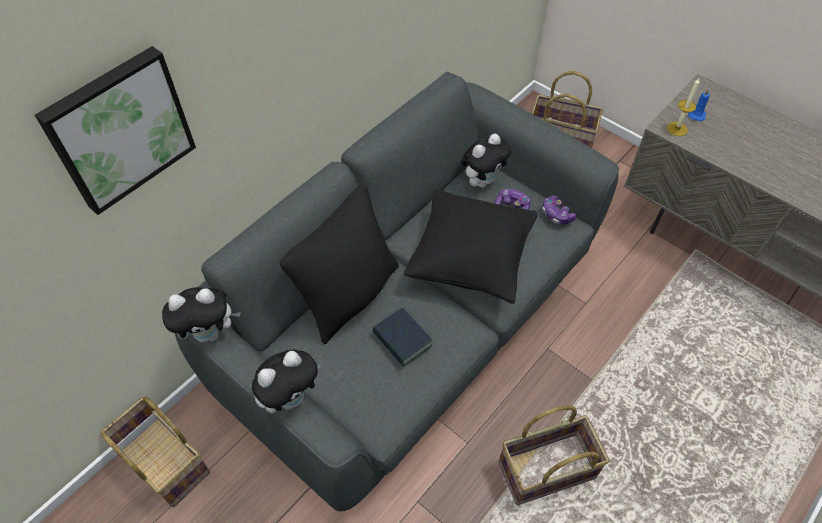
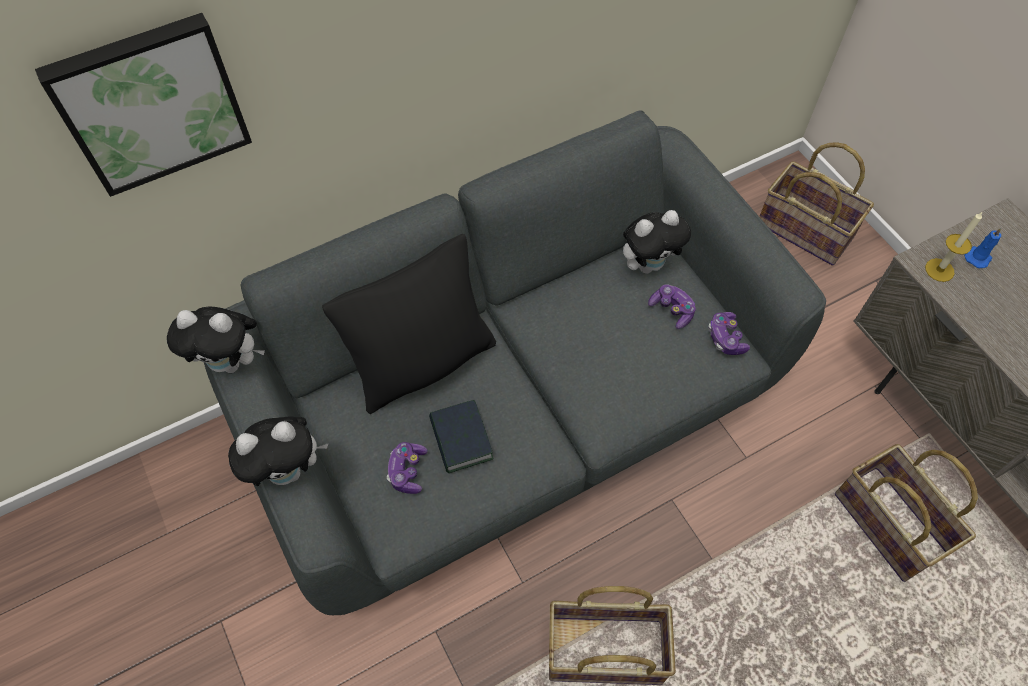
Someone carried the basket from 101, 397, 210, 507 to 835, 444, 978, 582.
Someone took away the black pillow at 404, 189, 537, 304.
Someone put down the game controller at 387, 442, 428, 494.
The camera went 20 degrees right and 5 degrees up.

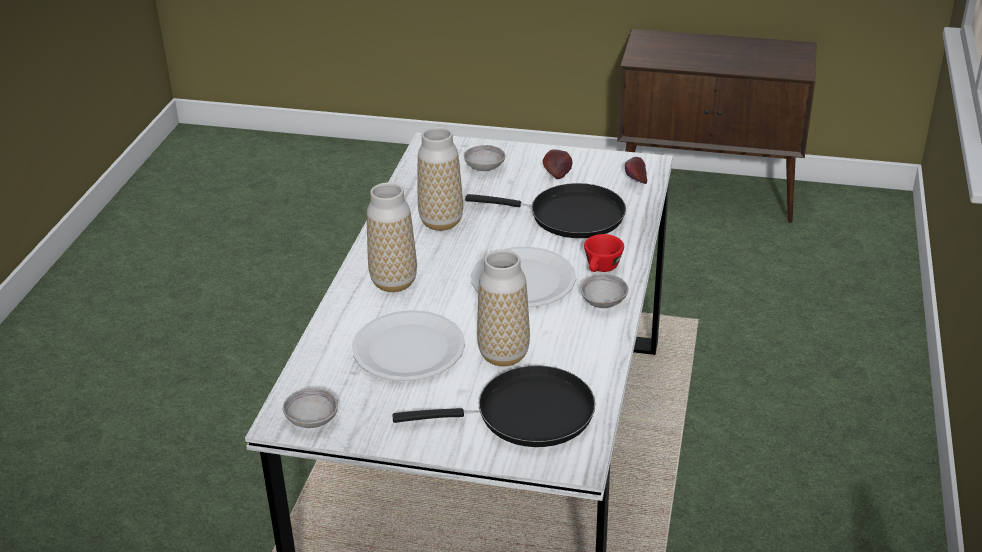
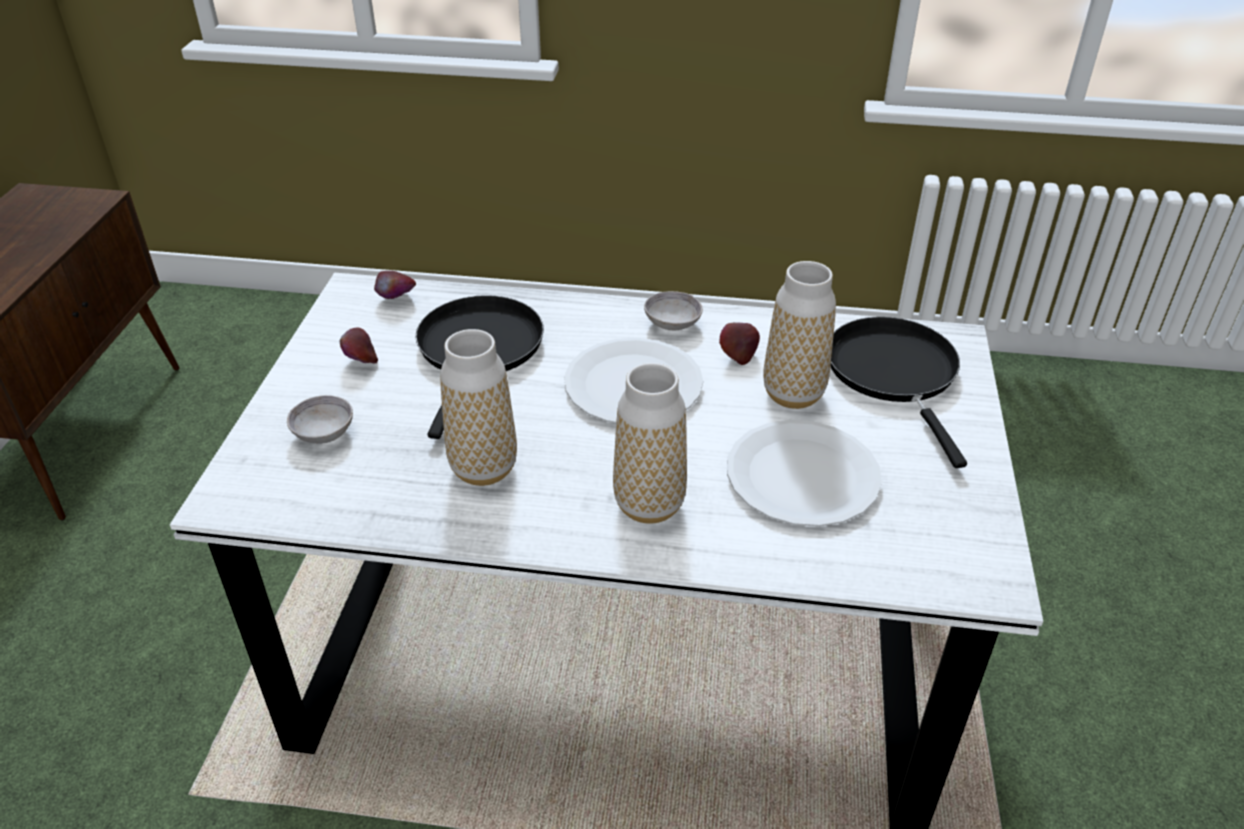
Someone took away the grey bowl at 283, 388, 338, 428.
Someone took away the red cup at 584, 234, 624, 272.
Someone put down the apple at 719, 322, 760, 365.
The camera went 95 degrees left and 5 degrees up.

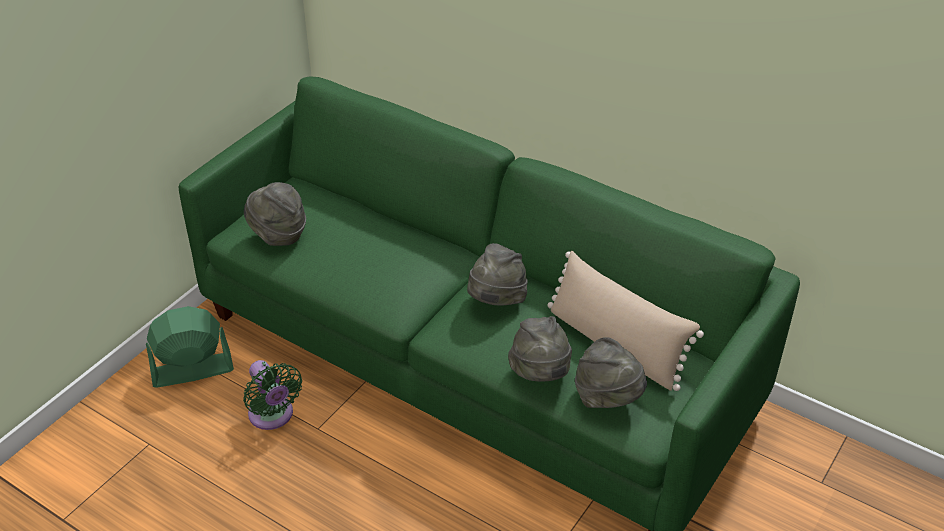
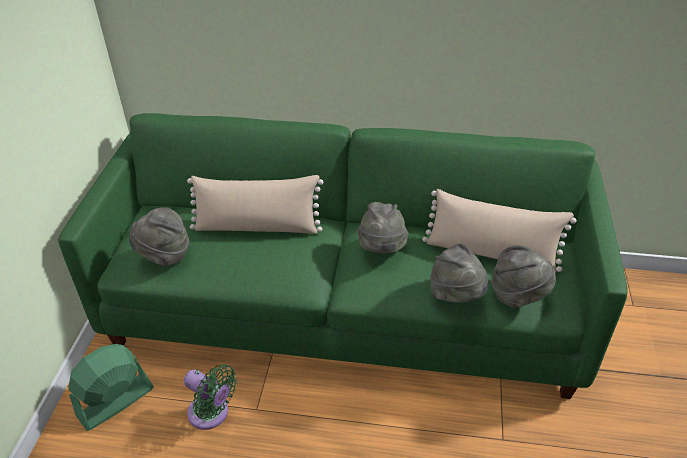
Someone put down the beige pillow at 187, 175, 324, 234.
The camera went 25 degrees left and 0 degrees up.

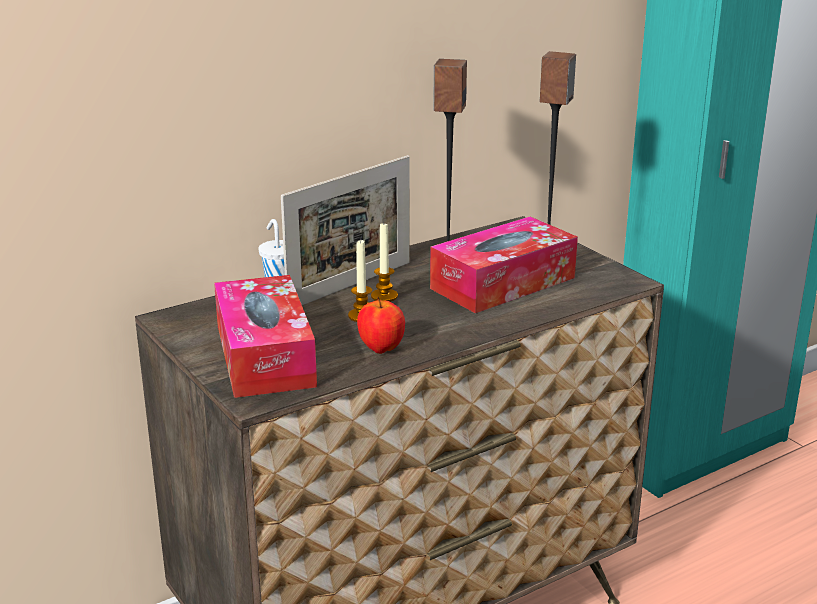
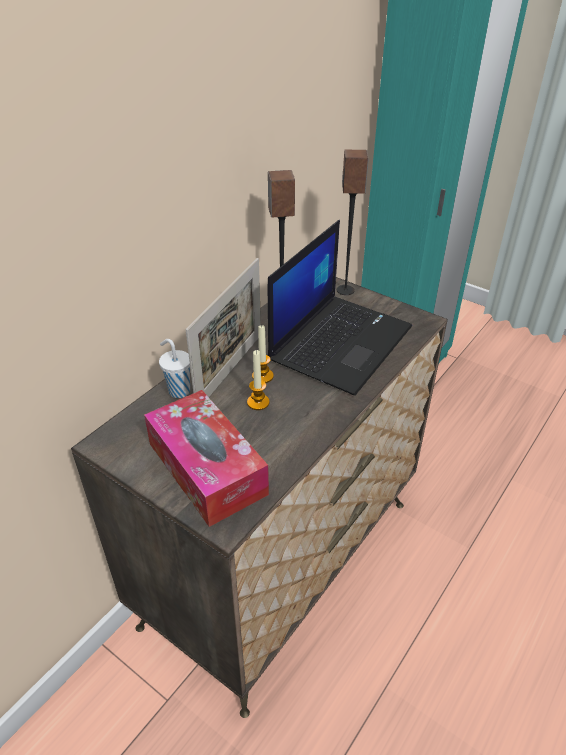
Someone took away the apple at 357, 297, 405, 354.
Someone swapped the tissue box at 430, 217, 578, 313 for the laptop at 268, 220, 412, 396.
The camera went 20 degrees left and 15 degrees up.

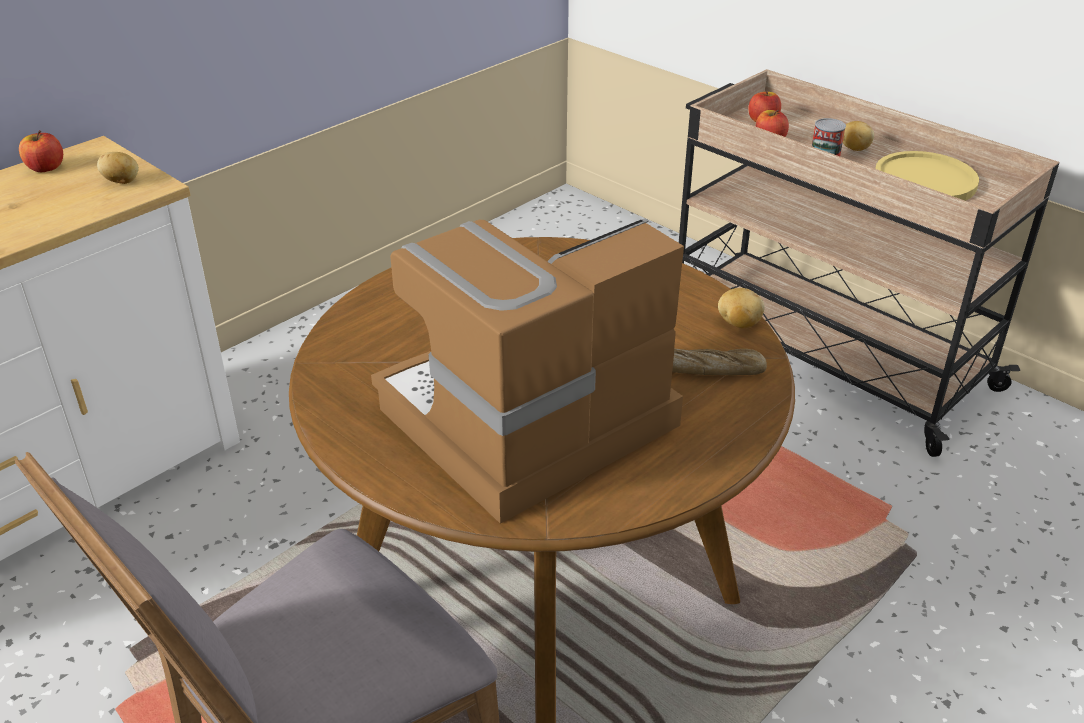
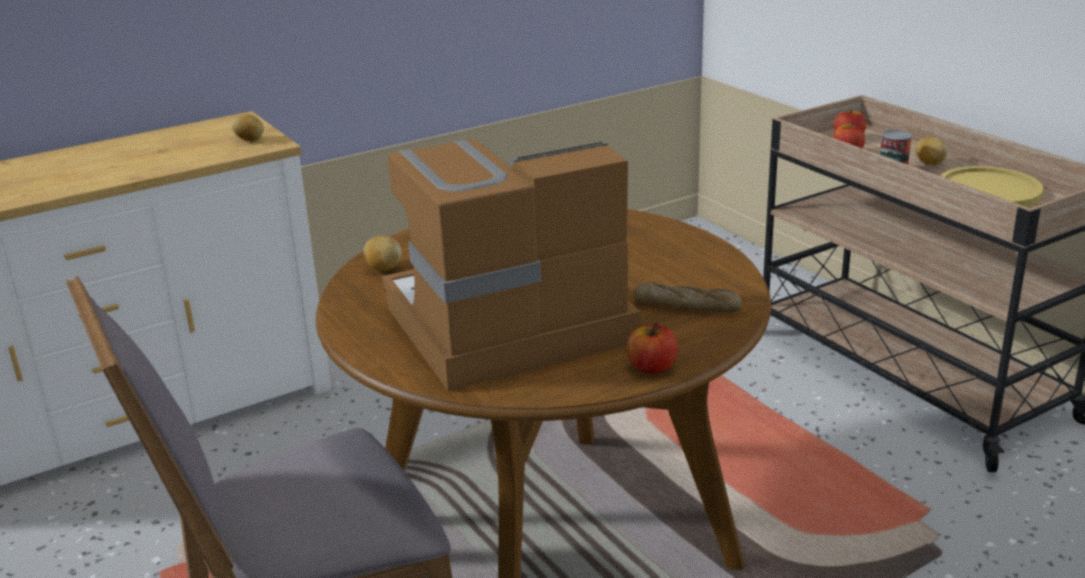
Someone carried the apple from 19, 130, 63, 172 to 627, 323, 678, 374.
Someone carried the potato from 718, 288, 765, 328 to 363, 236, 402, 271.
The camera went 15 degrees right and 10 degrees down.

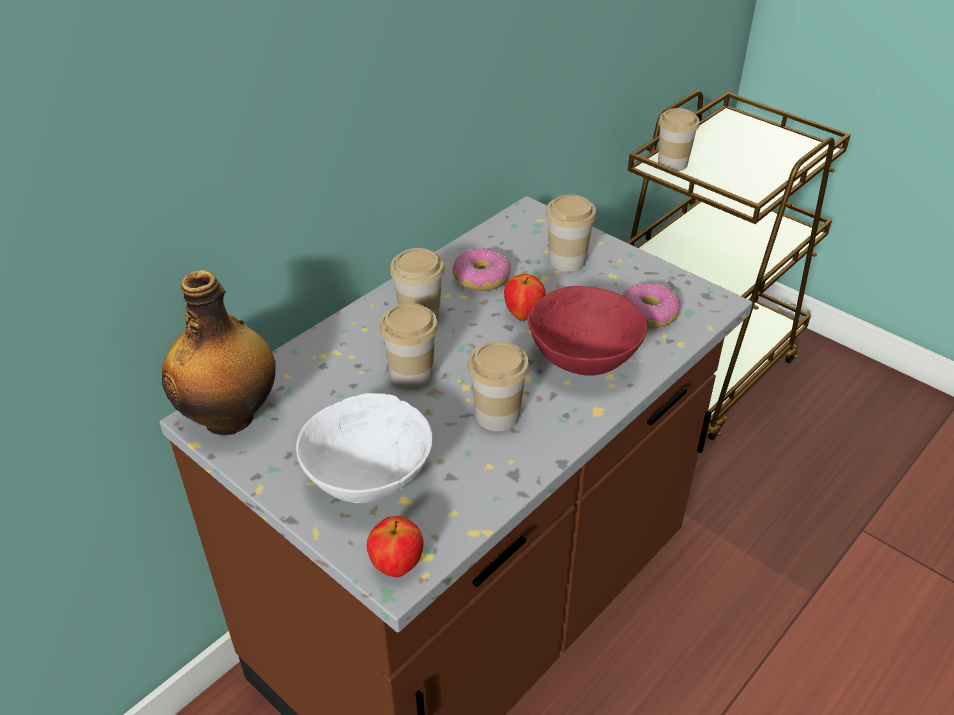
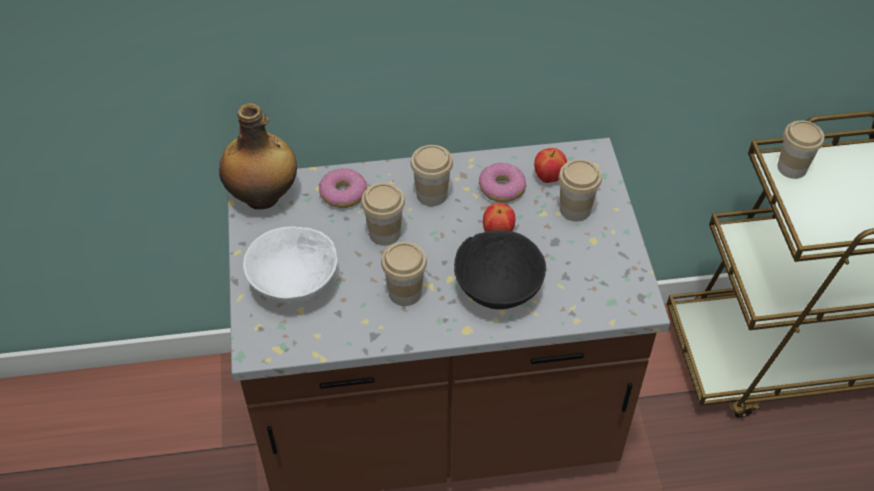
Someone carried the apple from 367, 516, 424, 577 to 534, 148, 567, 183.
Someone repainted the red bowl at 527, 286, 647, 376, which became the black bowl at 454, 230, 546, 309.
Someone carried the donut from 622, 282, 680, 328 to 319, 168, 367, 208.
The camera went 40 degrees right and 10 degrees up.

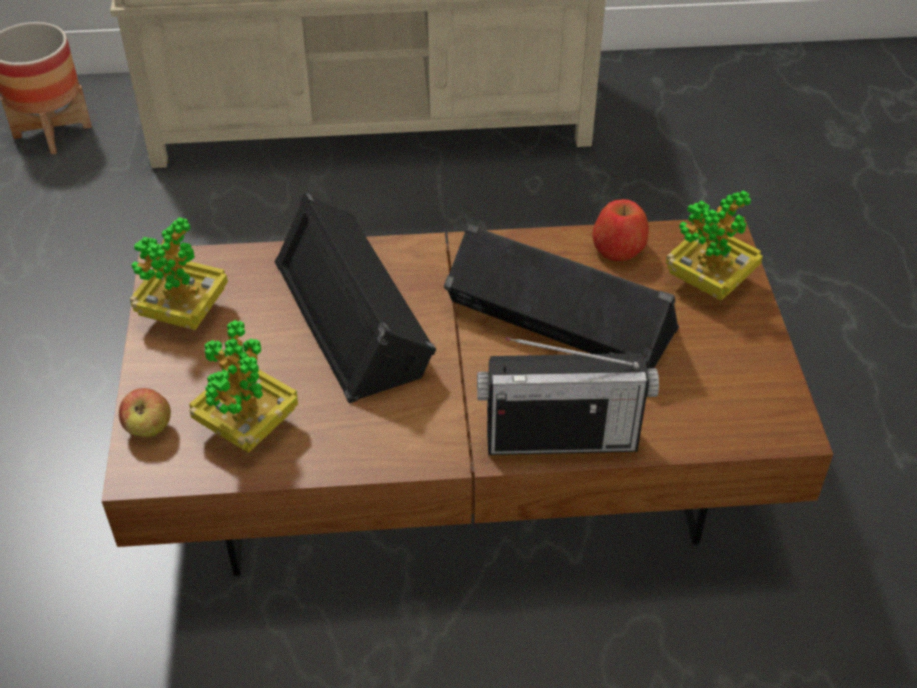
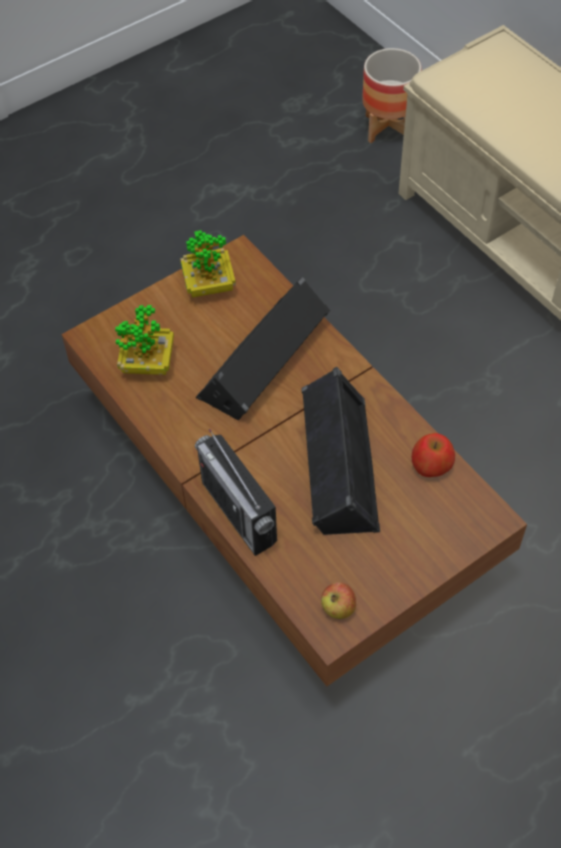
Someone carried the apple from 119, 388, 171, 437 to 321, 582, 356, 619.
Someone took away the potted plant at 666, 190, 763, 301.
The camera went 60 degrees right and 10 degrees up.

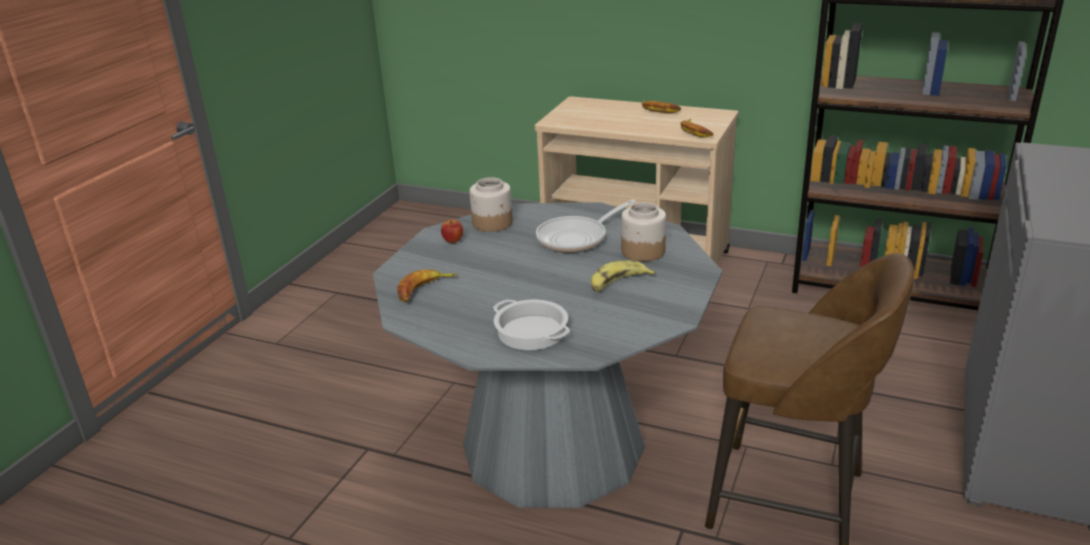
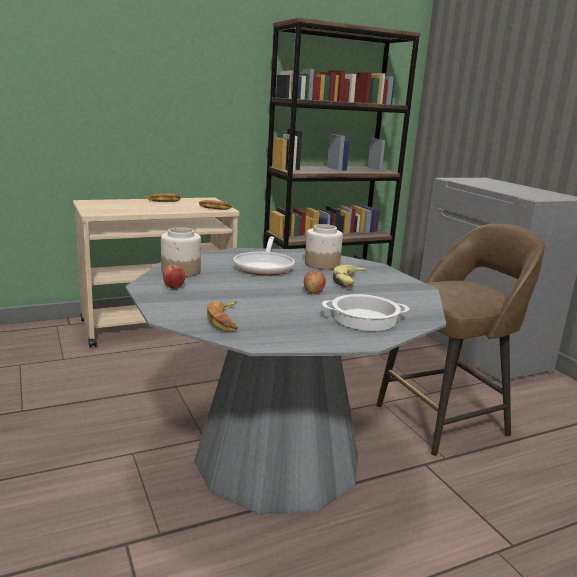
Someone put down the apple at 304, 271, 326, 294.
The camera went 50 degrees left and 10 degrees down.

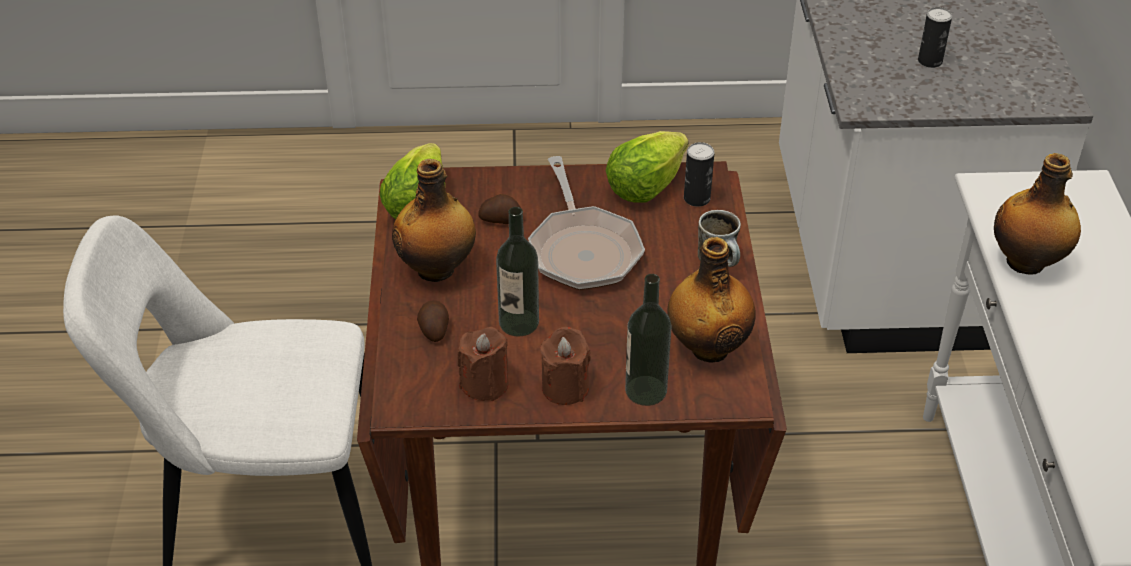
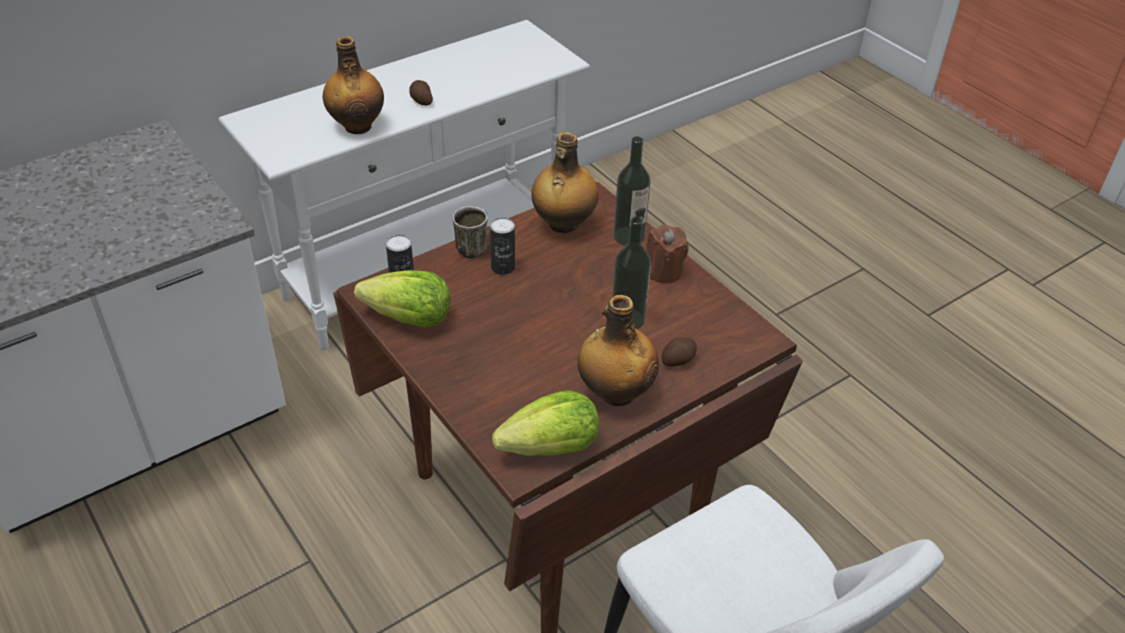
Someone took away the brown candle at 457, 327, 509, 401.
Someone carried the potato from 478, 194, 521, 224 to 409, 80, 433, 106.
Someone took away the frying pan at 528, 156, 645, 290.
Someone carried the can from 918, 7, 952, 68 to 490, 217, 515, 275.
The camera went 125 degrees left and 0 degrees up.

